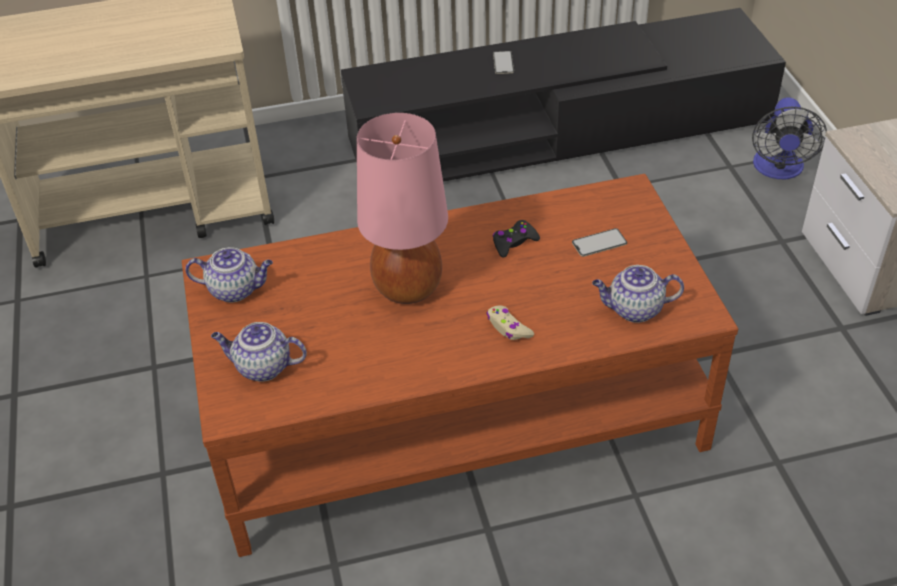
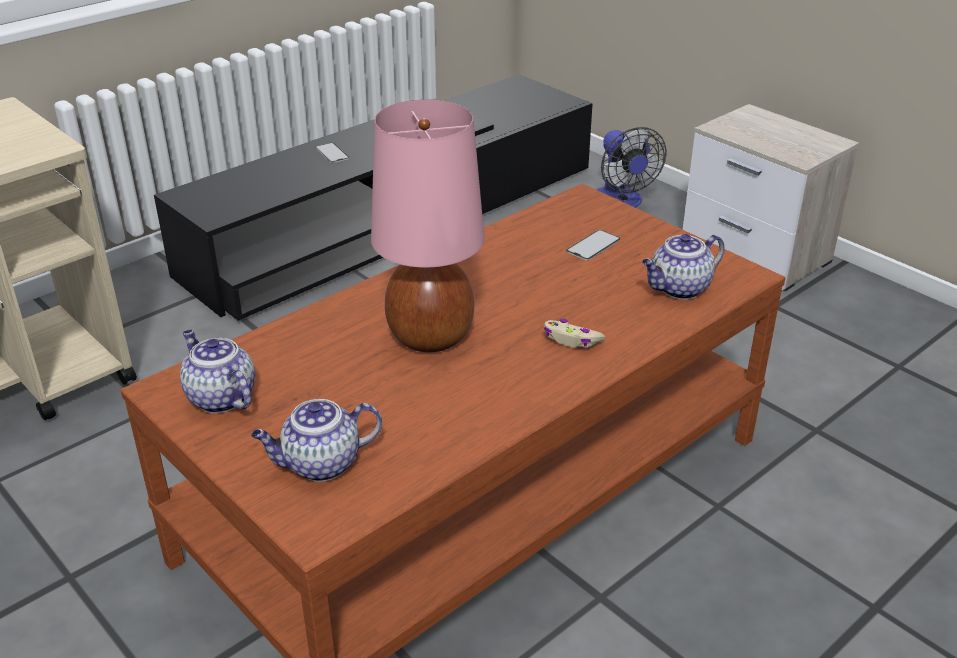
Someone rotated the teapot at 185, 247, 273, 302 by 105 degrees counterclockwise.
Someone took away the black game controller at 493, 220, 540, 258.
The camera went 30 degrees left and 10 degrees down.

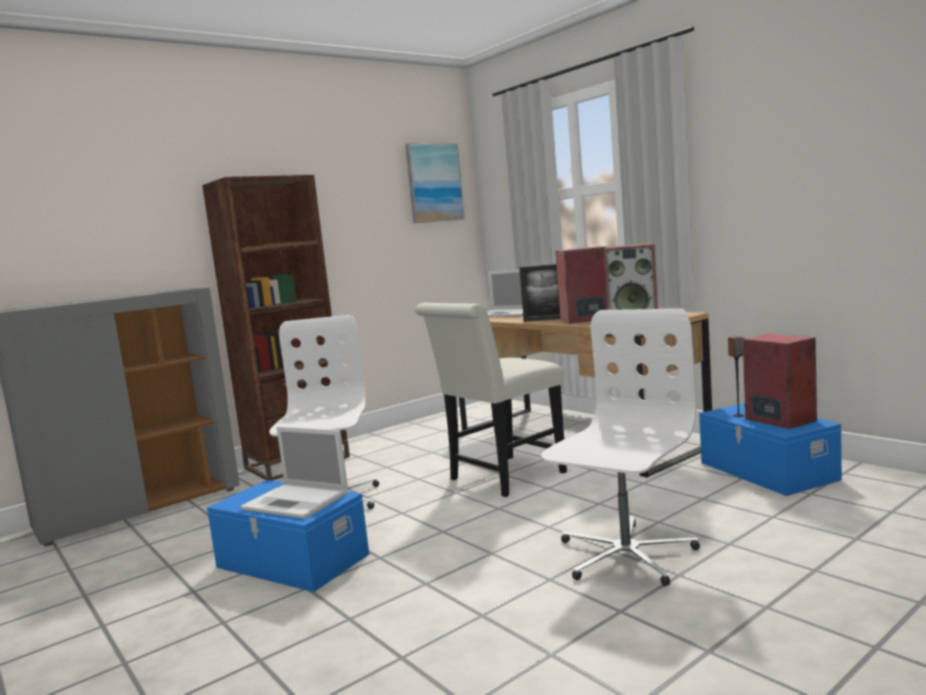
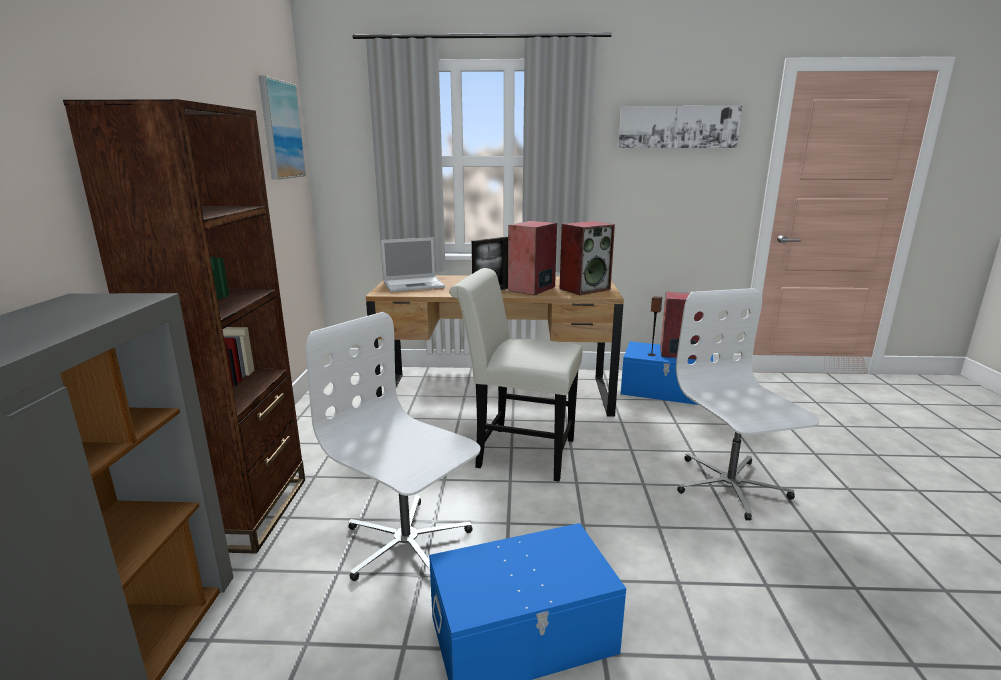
Someone took away the laptop at 240, 426, 348, 519.
Someone rotated the white chair at 415, 303, 567, 497 by 105 degrees clockwise.
Someone put up the picture at 618, 106, 742, 148.
The camera went 50 degrees left and 10 degrees up.

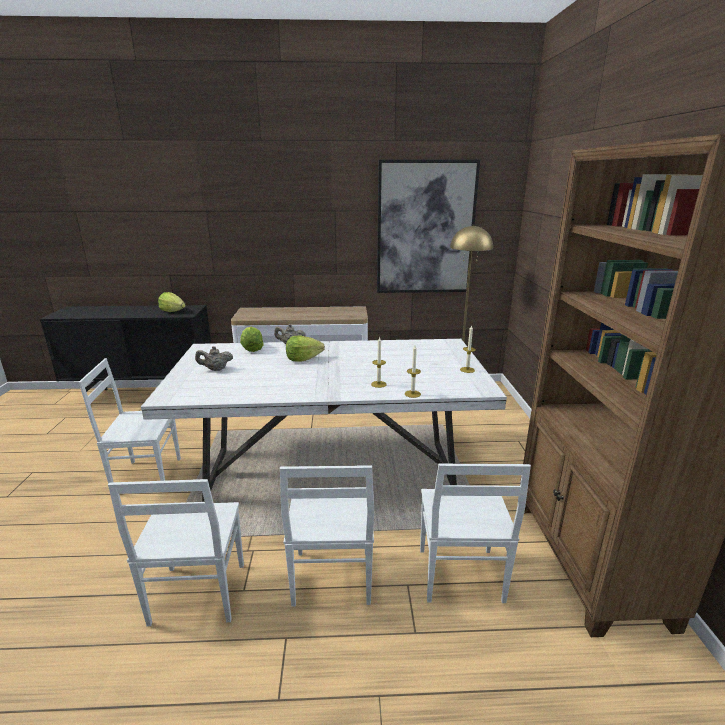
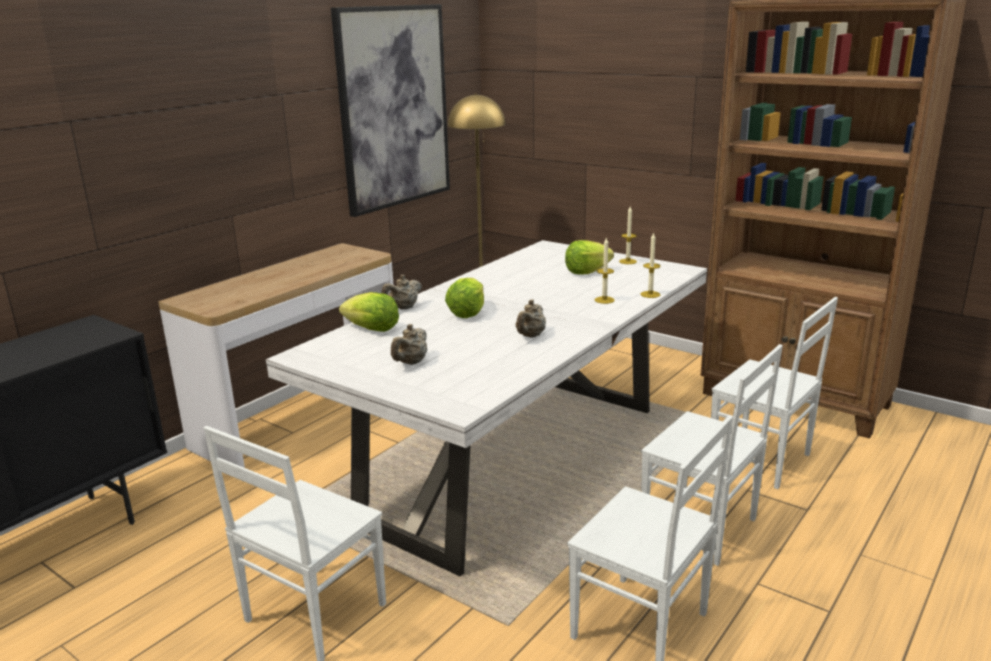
Someone carried the lettuce from 158, 292, 186, 312 to 565, 240, 614, 274.
Someone put down the beige teapot at 515, 300, 546, 338.
The camera went 50 degrees left and 0 degrees up.

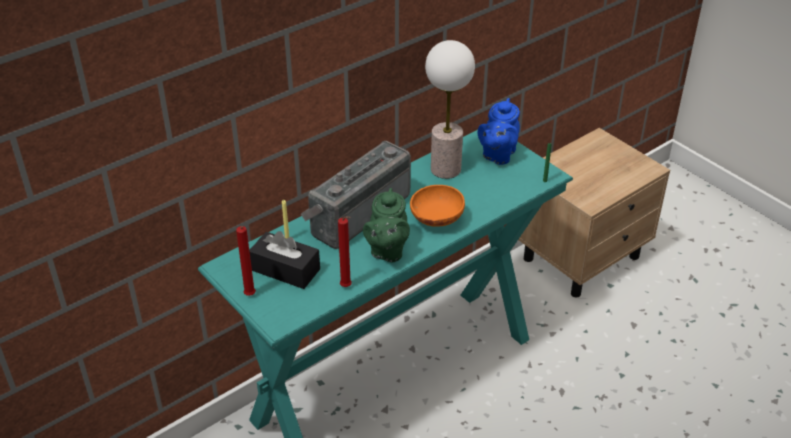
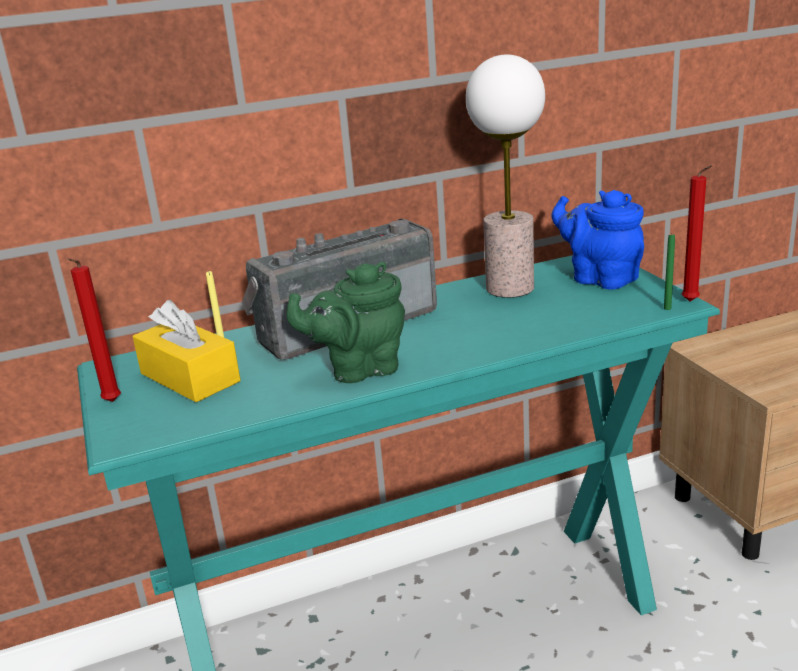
Someone repainted the black tissue box at 249, 231, 320, 289, which became the yellow tissue box at 133, 300, 240, 402.
Someone carried the red candle from 338, 216, 352, 287 to 681, 165, 712, 301.
Someone rotated the green teapot at 363, 188, 410, 262 by 45 degrees clockwise.
Someone took away the orange bowl at 410, 185, 465, 227.
Someone rotated the blue teapot at 478, 98, 520, 165 by 90 degrees clockwise.
The camera went 20 degrees right and 15 degrees down.

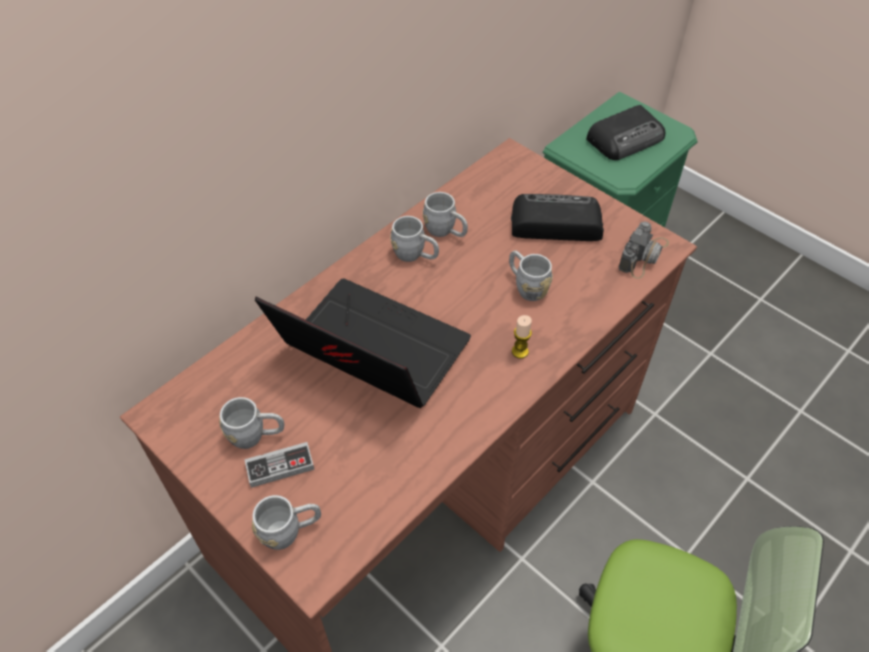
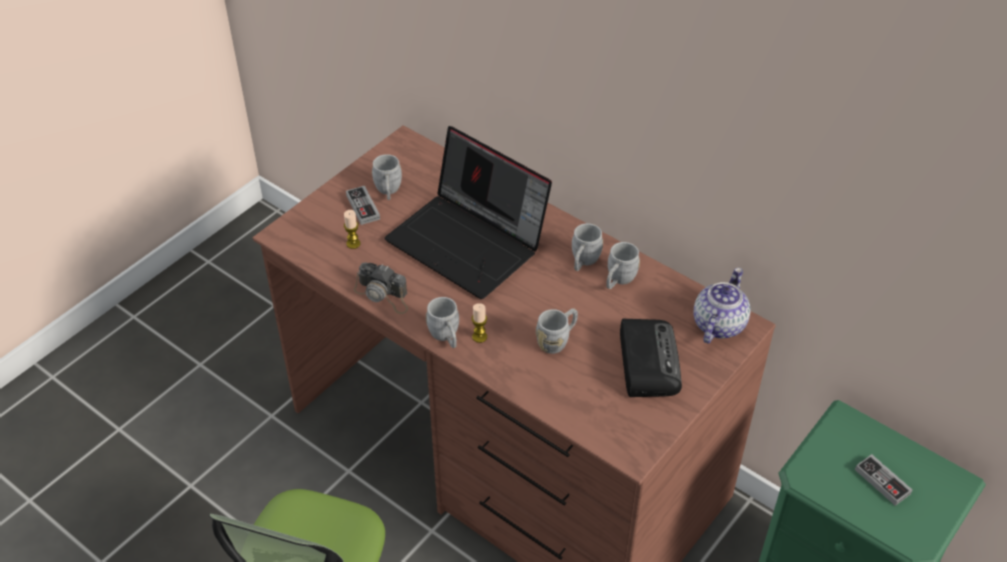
Someone carried the grey mug from 252, 495, 321, 550 to 426, 297, 459, 348.
Someone rotated the laptop at 255, 278, 471, 408 by 105 degrees clockwise.
Someone swapped the radio at 586, 105, 665, 160 for the game controller at 855, 454, 912, 506.
Someone carried the photo camera from 619, 222, 669, 279 to 354, 262, 408, 314.
Someone put down the candle at 344, 210, 360, 249.
Someone put down the teapot at 694, 268, 751, 344.
The camera went 85 degrees right and 5 degrees down.

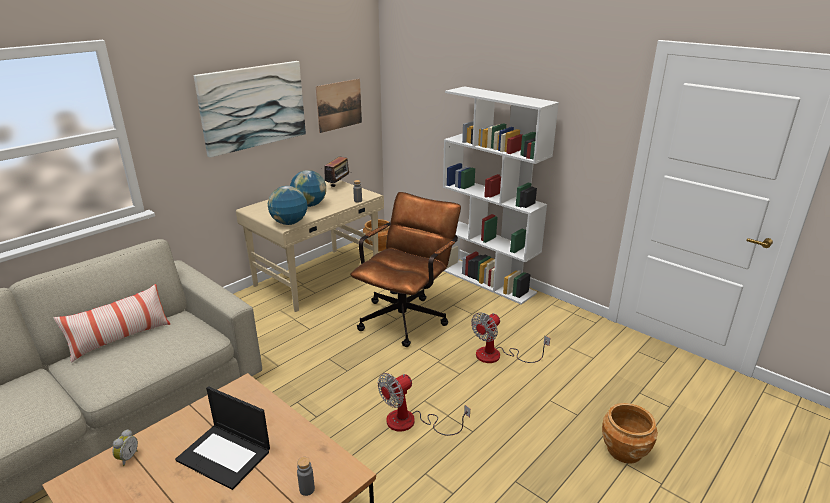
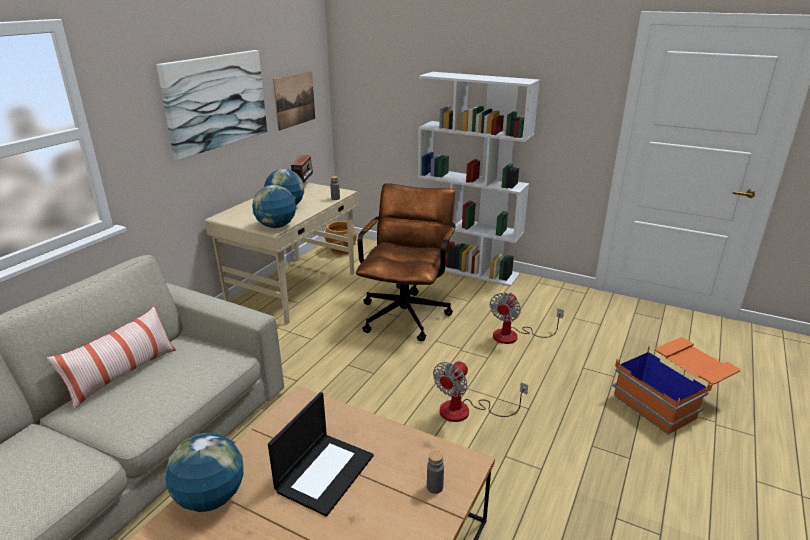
Someone swapped the alarm clock at 112, 429, 138, 466 for the globe at 165, 433, 244, 512.
Someone rotated the laptop at 175, 386, 270, 490 by 75 degrees counterclockwise.
Someone swapped the brown planter at 602, 403, 658, 464 for the orange storage box at 612, 337, 740, 434.
The camera went 15 degrees left and 0 degrees up.

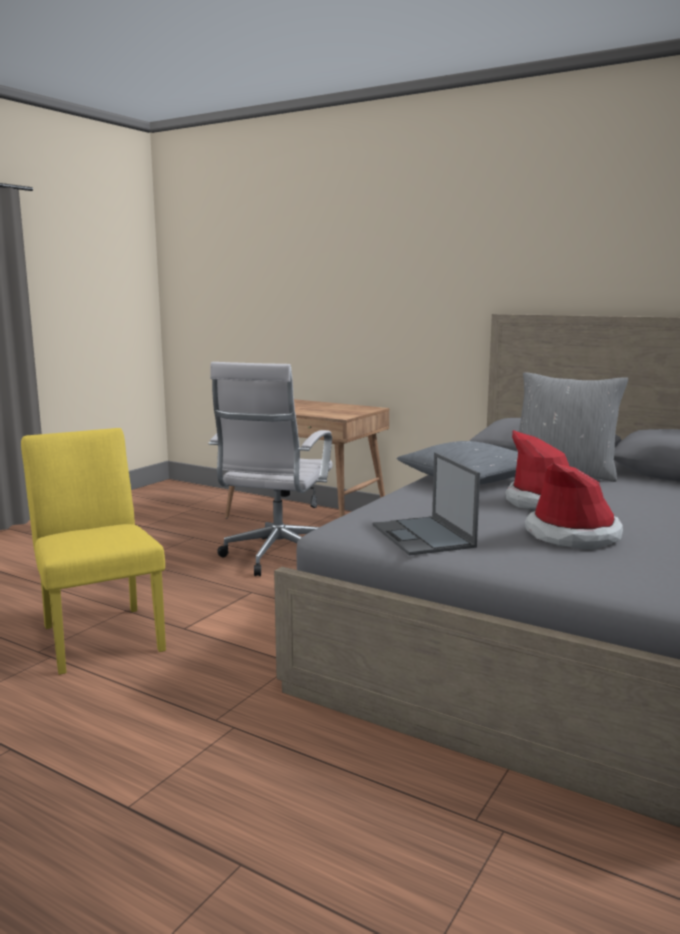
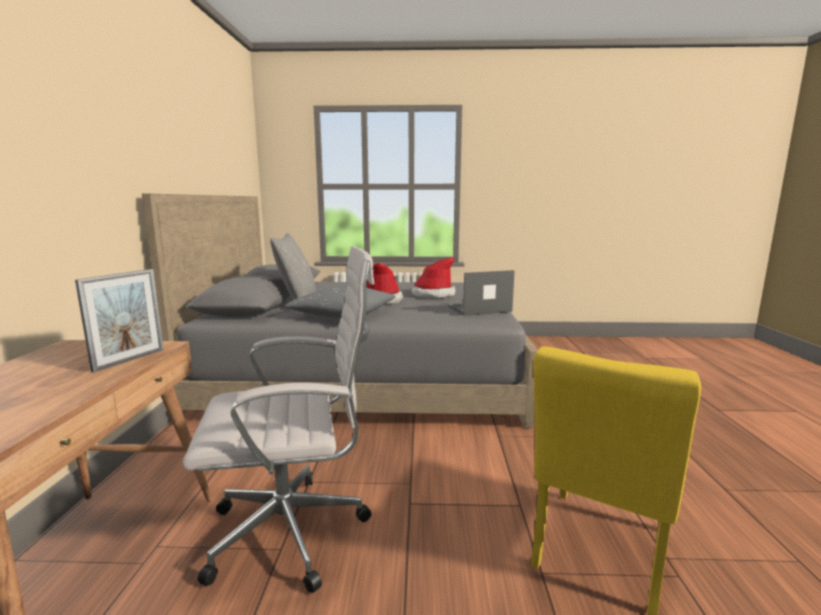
Someone rotated the laptop at 373, 452, 480, 555 by 150 degrees counterclockwise.
Someone put down the picture frame at 75, 269, 164, 372.
The camera went 120 degrees left and 0 degrees up.

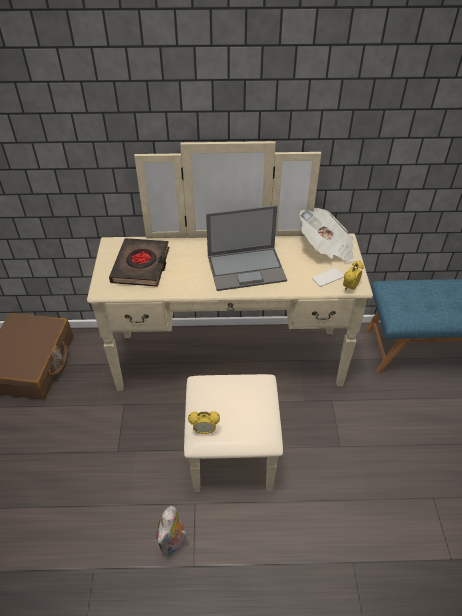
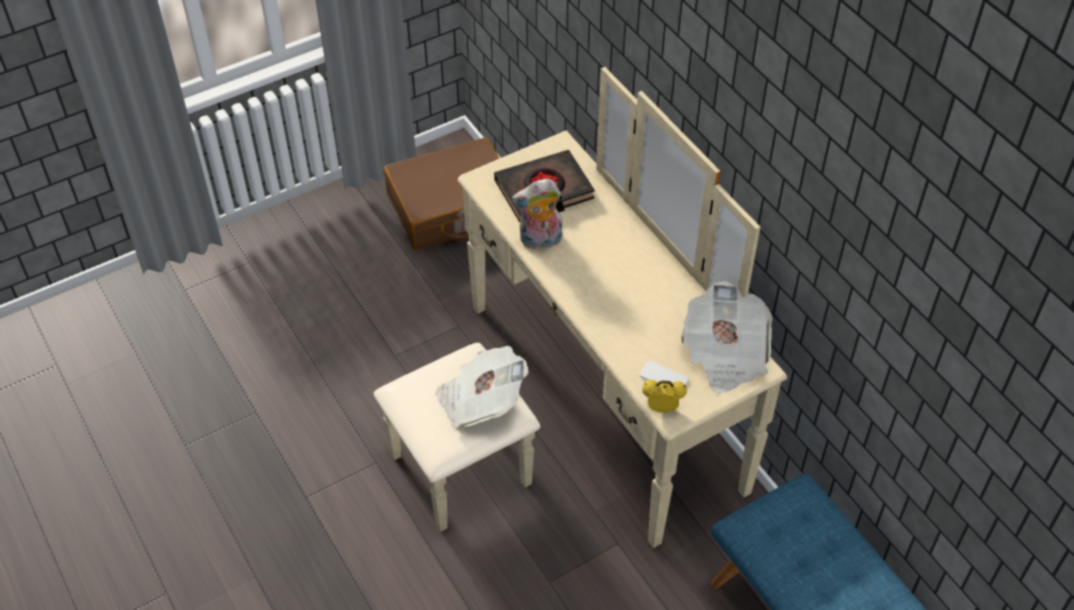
Someone carried the plush toy from 157, 506, 186, 556 to 512, 179, 563, 251.
Someone took away the alarm clock at 188, 411, 220, 434.
Someone took away the laptop at 206, 205, 287, 291.
Someone put down the newspaper at 435, 346, 529, 428.
The camera went 60 degrees right and 5 degrees up.

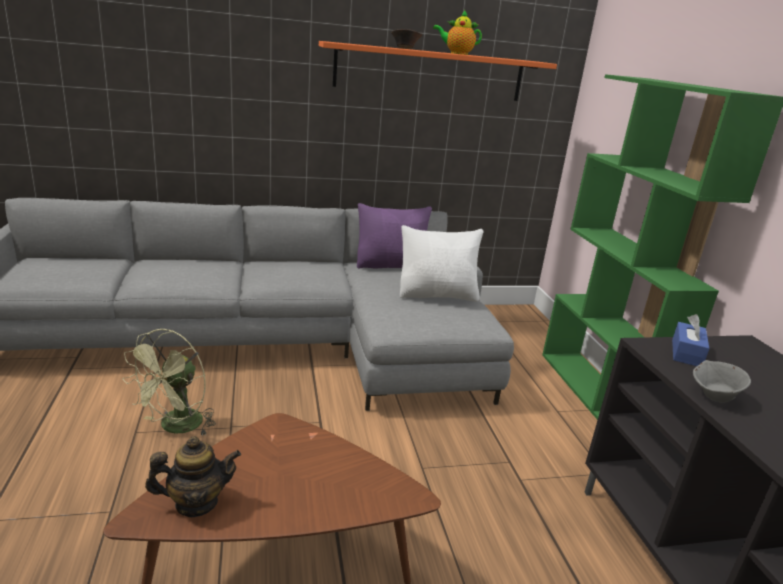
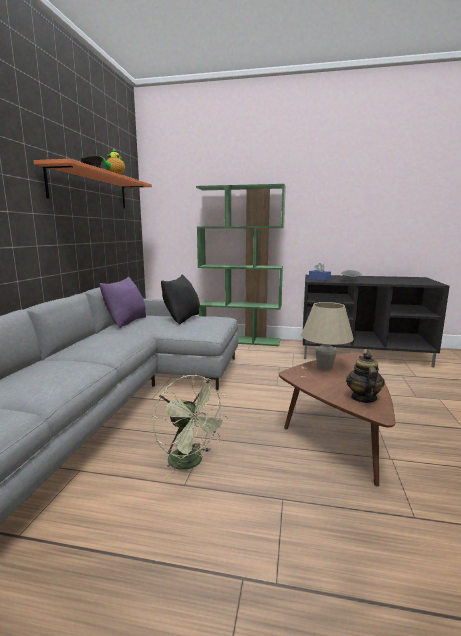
Someone repainted the white pillow at 400, 225, 483, 302, which became the black pillow at 161, 274, 200, 325.
Someone put down the beige table lamp at 301, 302, 354, 370.
The camera went 65 degrees left and 10 degrees down.

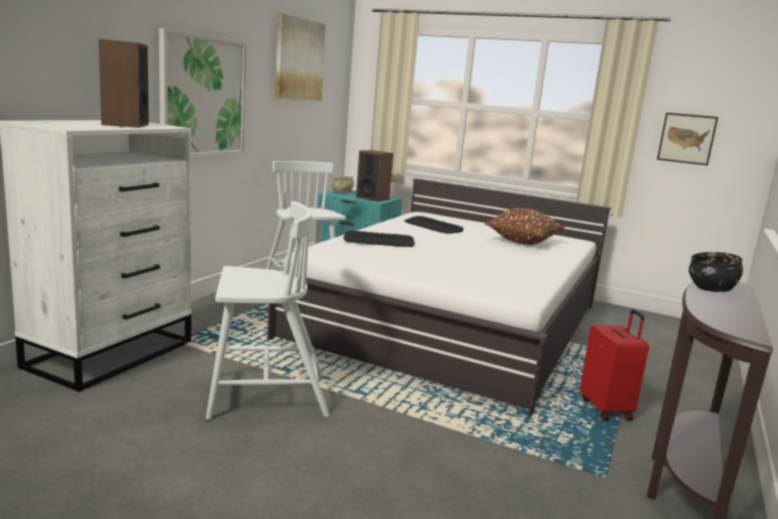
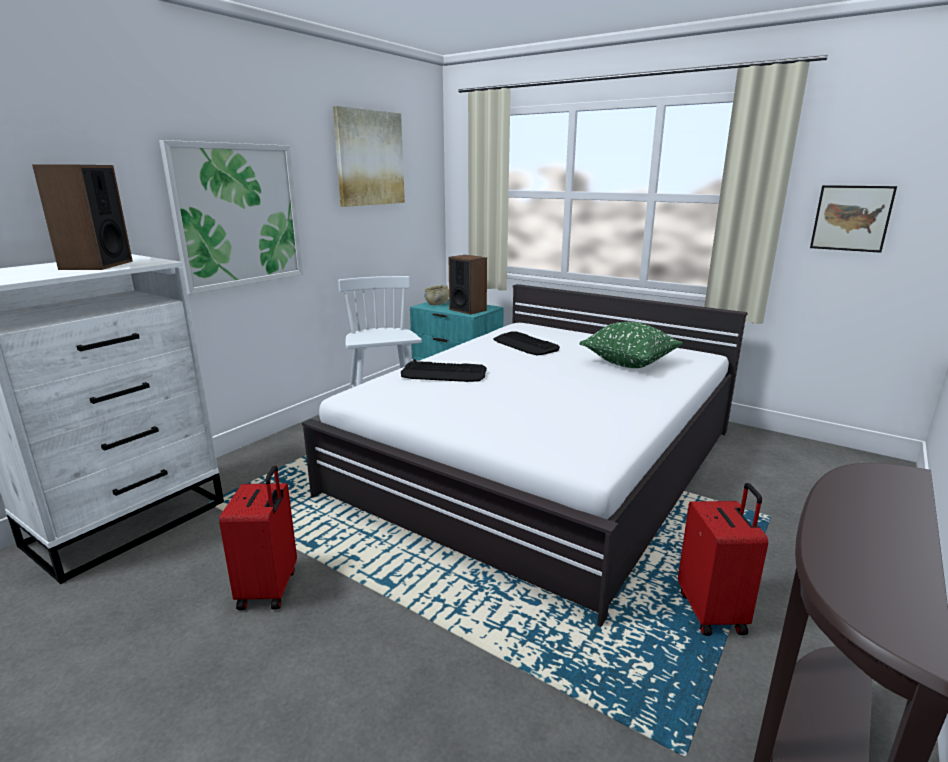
Someone swapped the white chair at 206, 201, 330, 420 for the red suitcase at 219, 465, 297, 610.
Someone repainted the brown pillow at 485, 208, 565, 245, which became the green pillow at 579, 322, 683, 368.
Someone took away the black bowl at 689, 252, 743, 292.
The camera went 10 degrees right and 5 degrees up.

